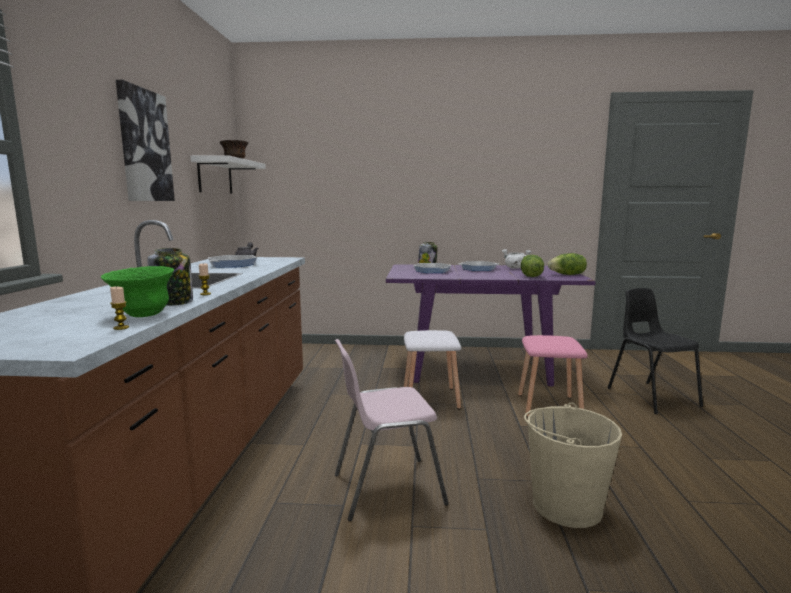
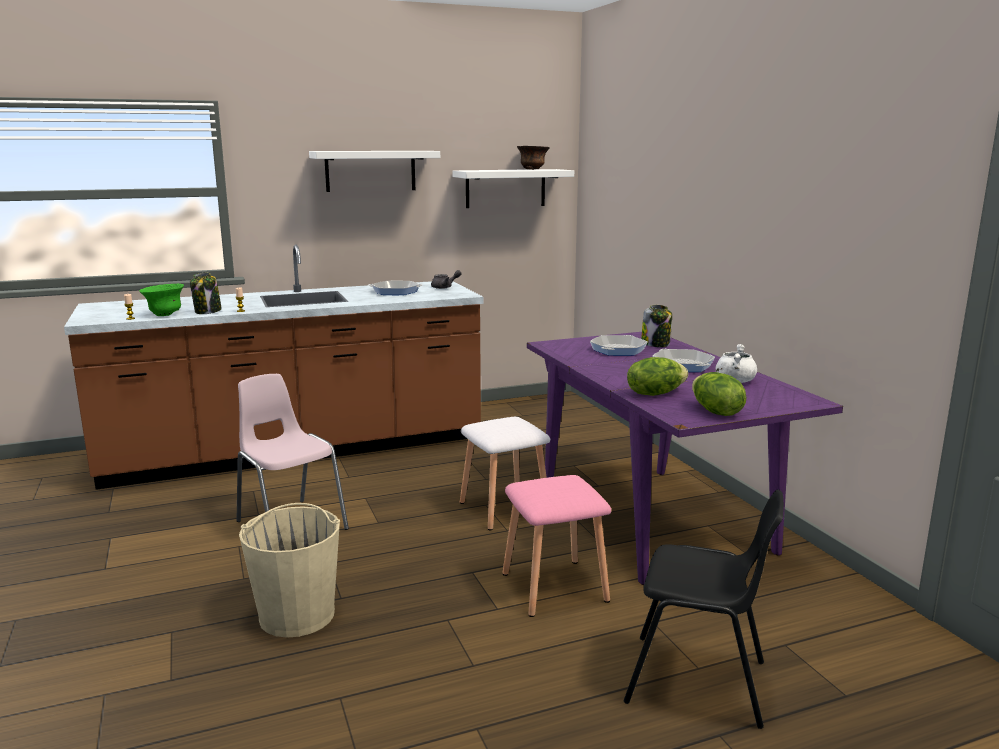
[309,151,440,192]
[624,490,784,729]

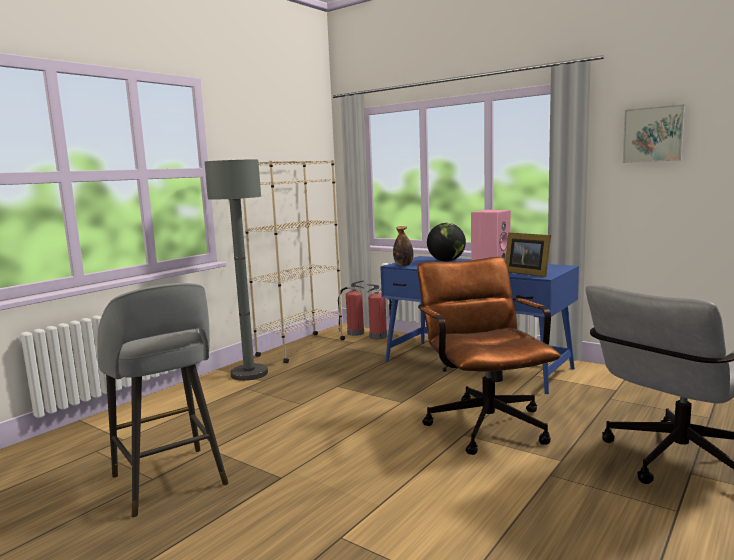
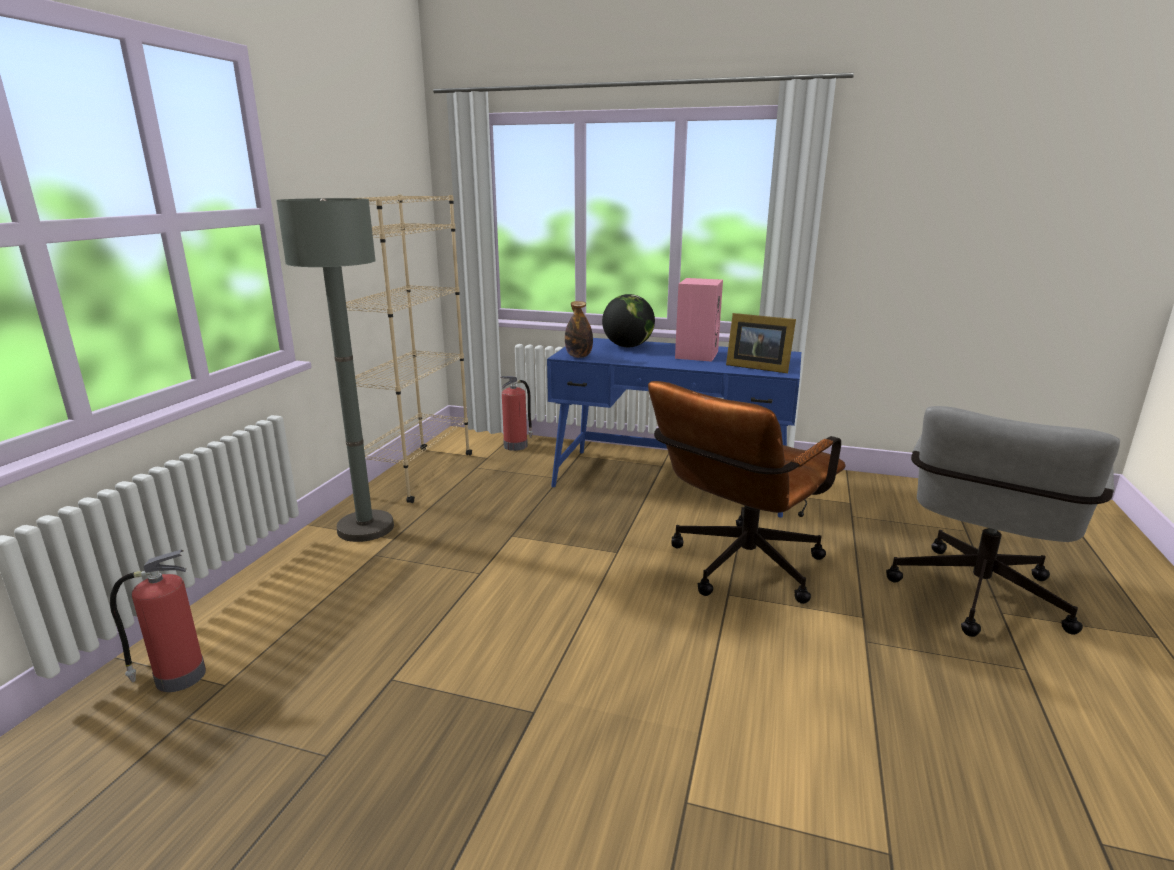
[110,550,206,692]
[648,381,846,604]
[97,283,228,517] (first image)
[623,104,685,163] (first image)

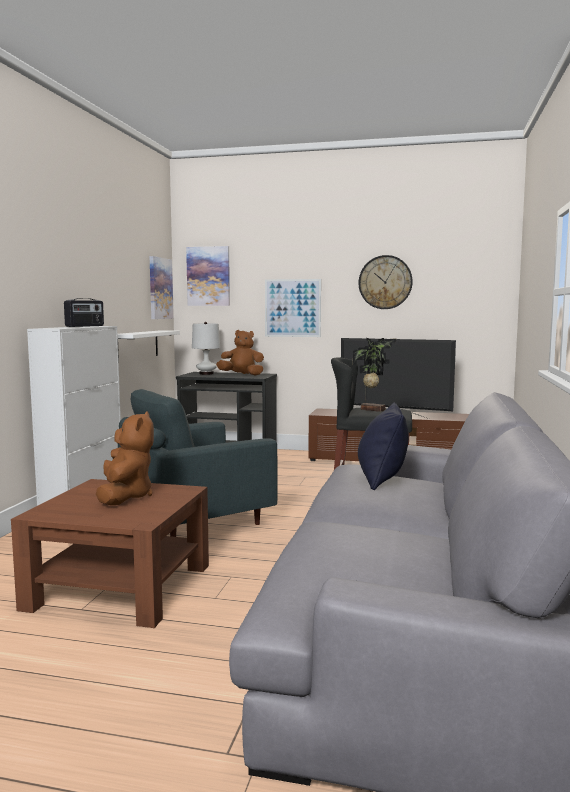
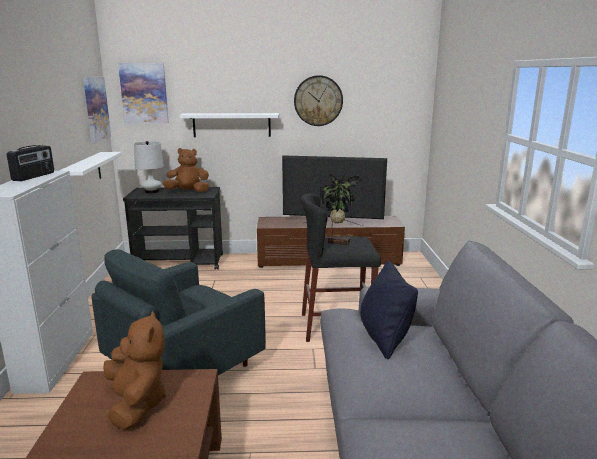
[180,113,279,137]

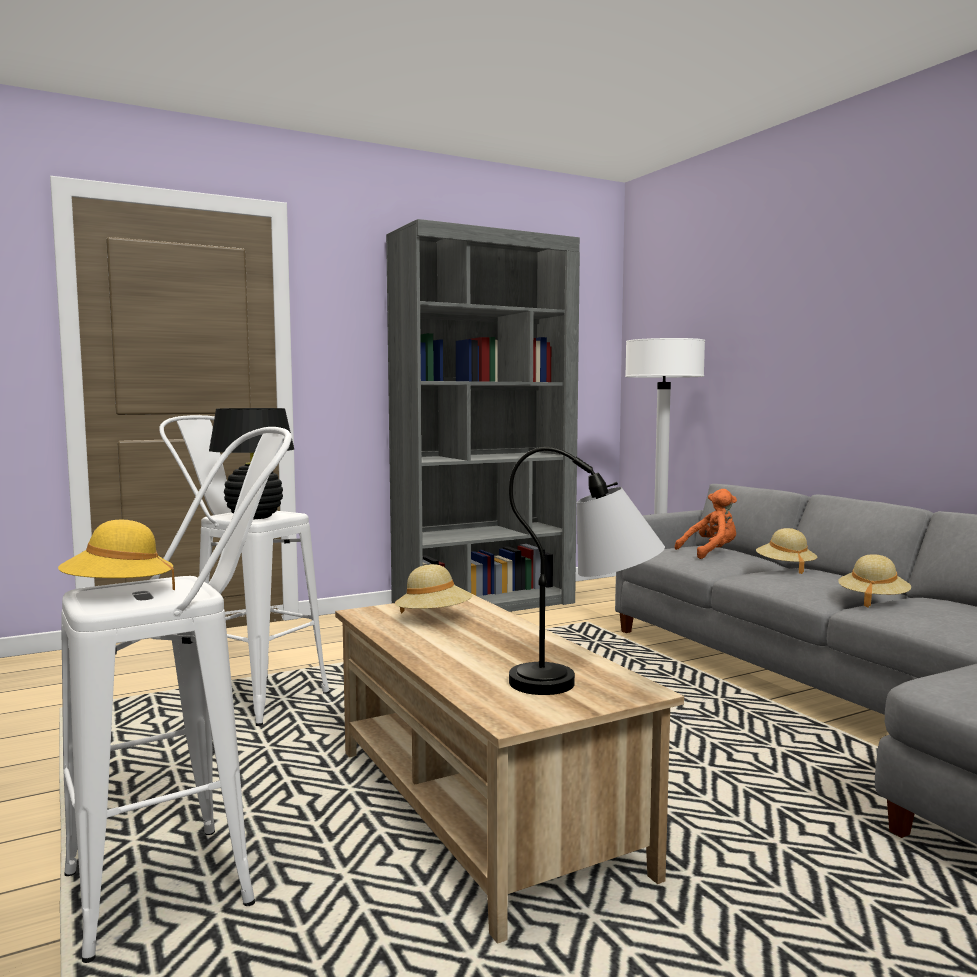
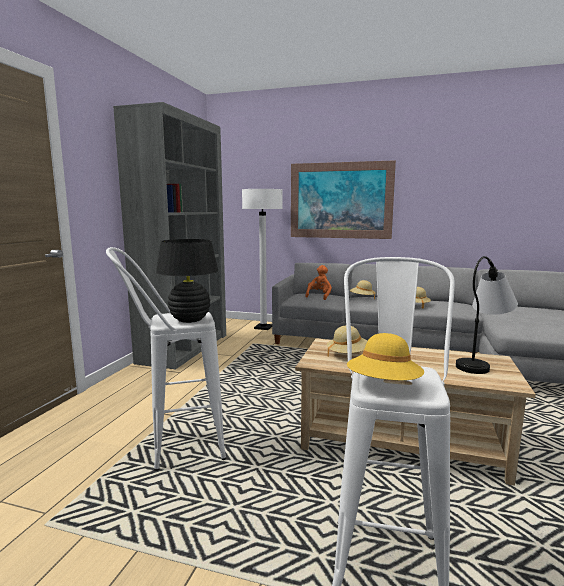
[291,160,396,239]

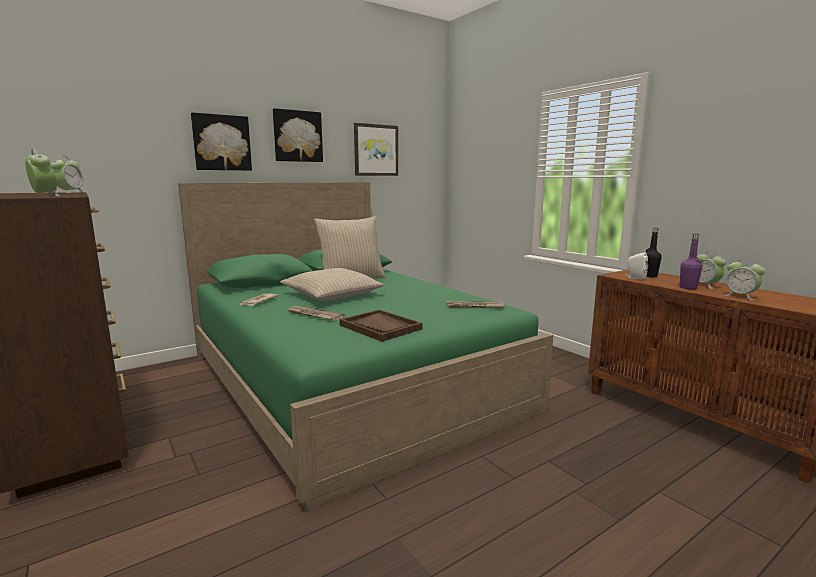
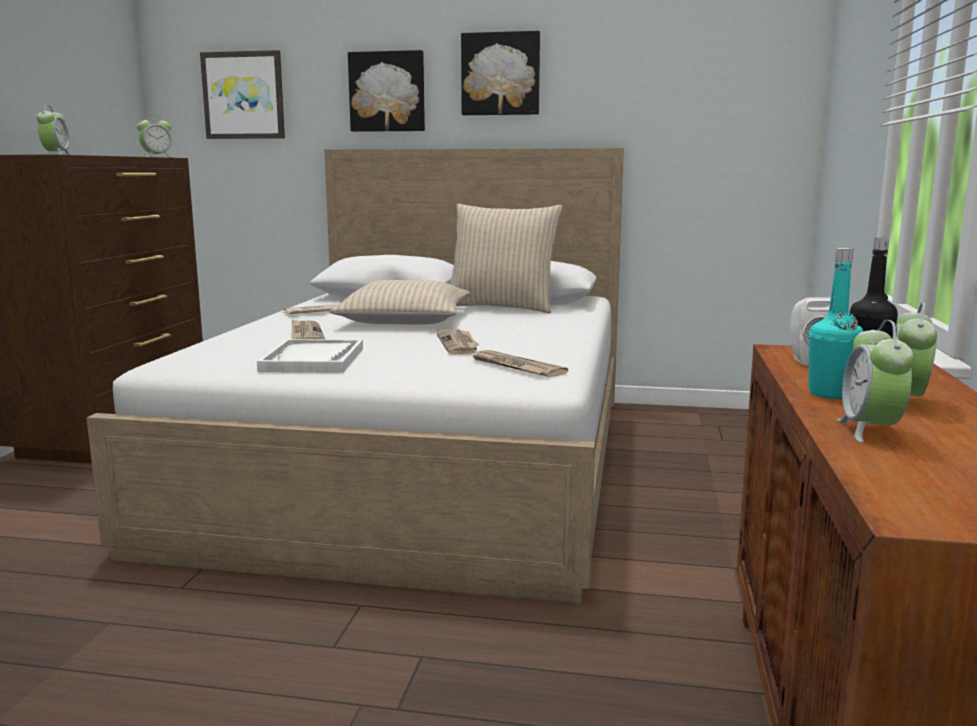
[86,148,624,604]
[200,50,285,139]
[257,339,363,373]
[437,330,479,354]
[809,248,864,399]

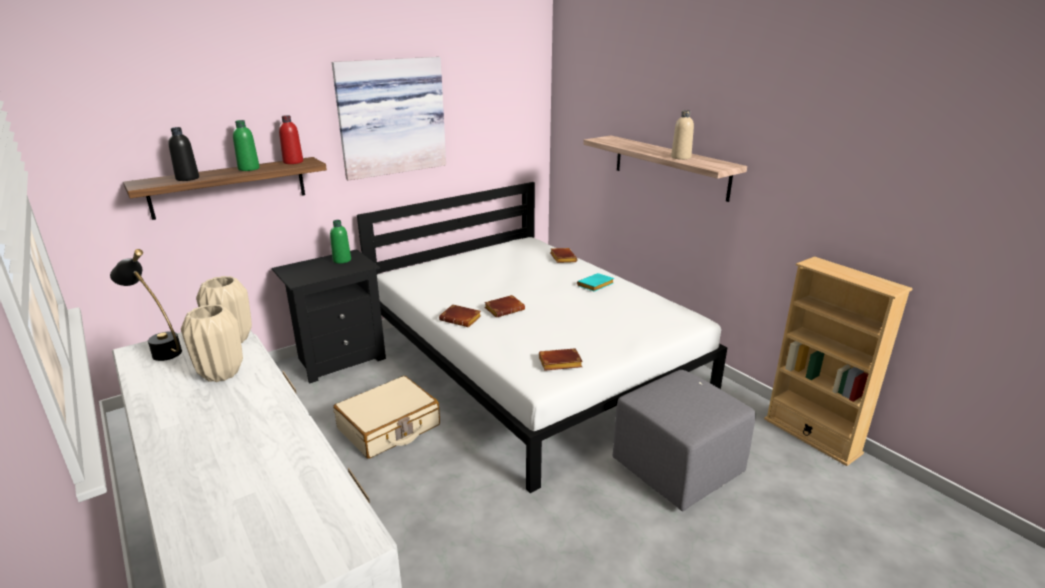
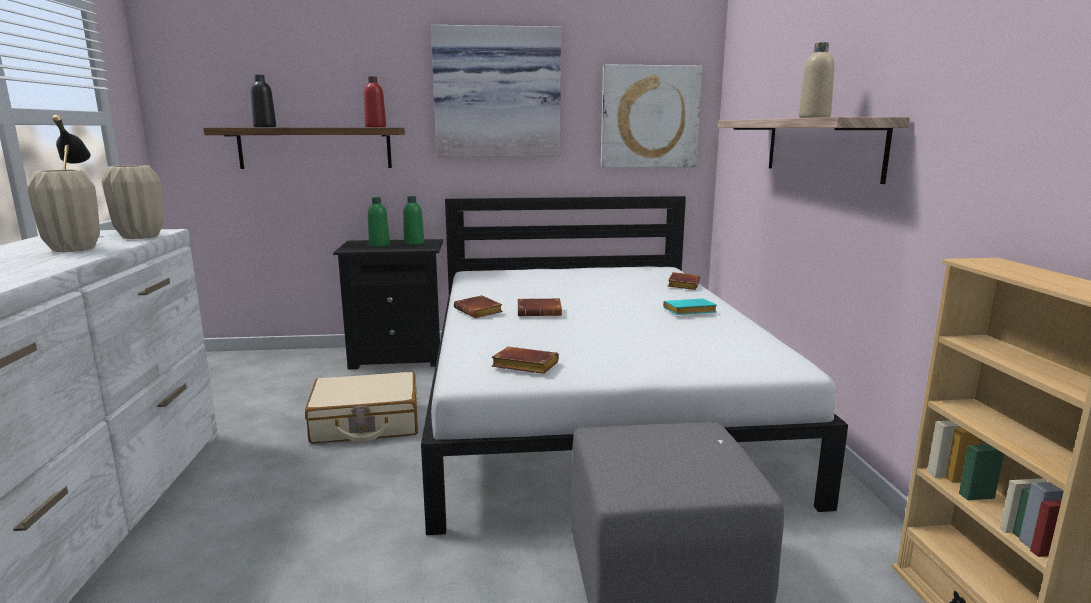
[368,197,390,247]
[601,65,702,168]

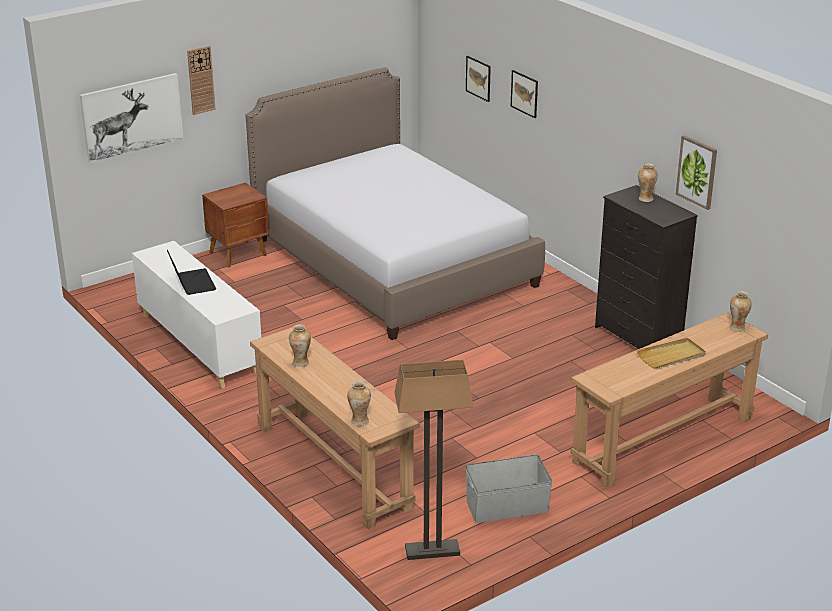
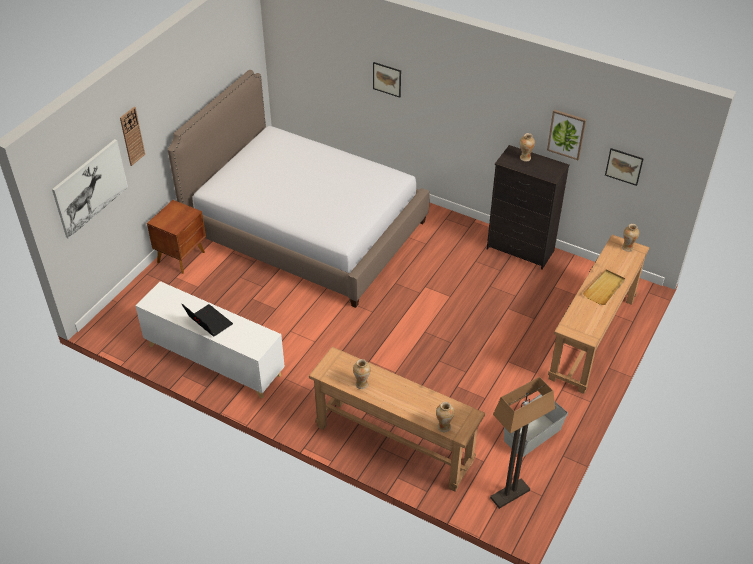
[605,148,644,186]

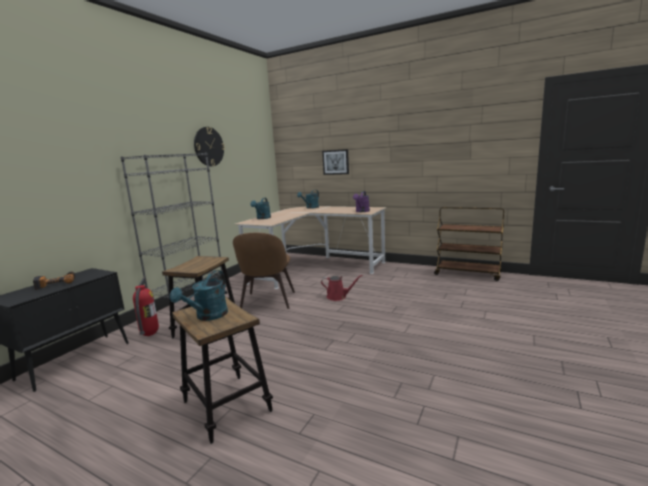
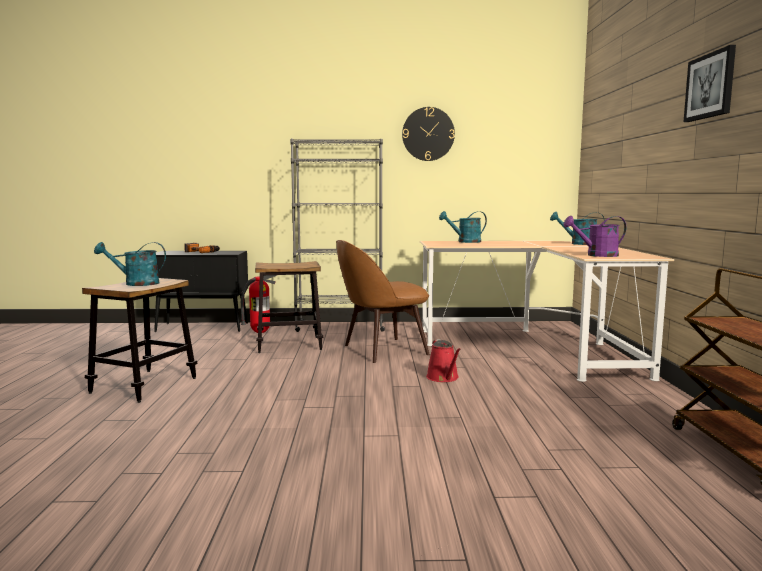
[684,45,736,122]

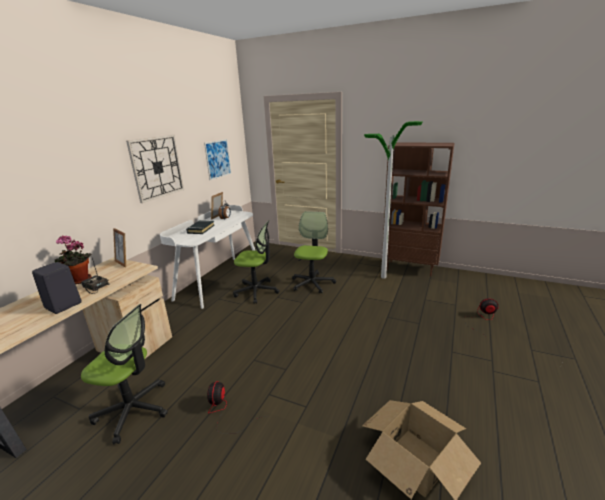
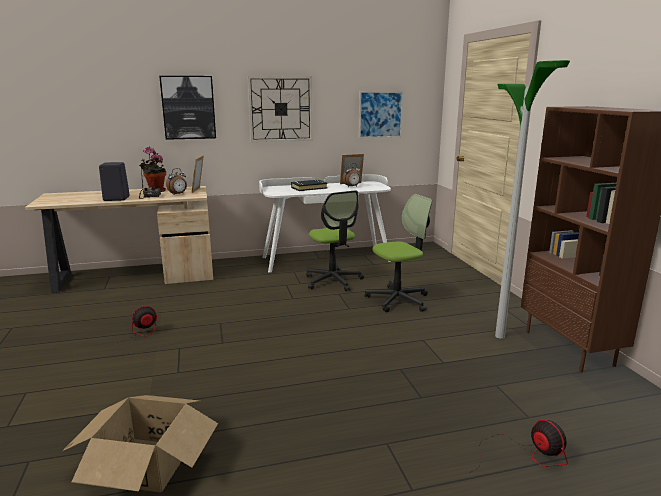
[159,76,216,140]
[166,168,187,194]
[81,304,168,444] (first image)

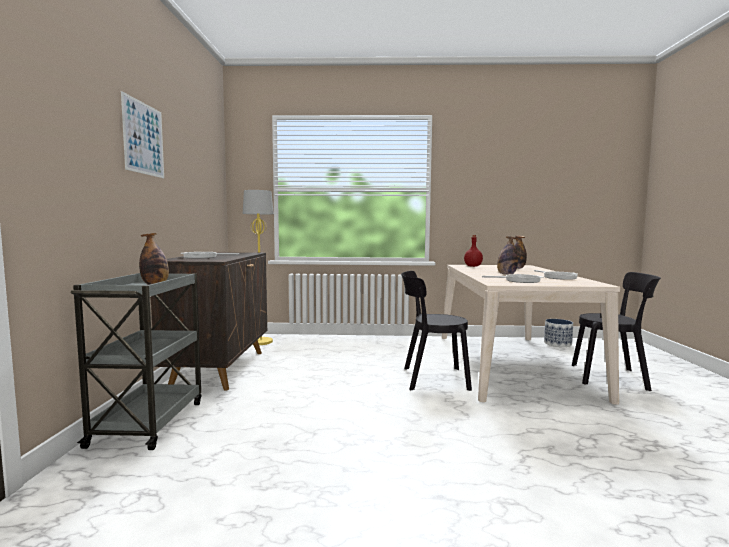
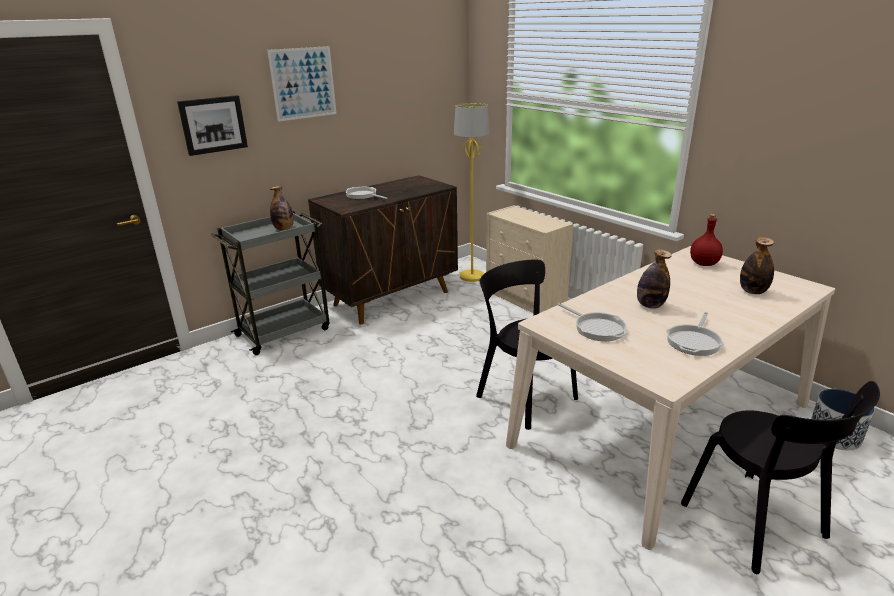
[177,95,248,156]
[486,205,574,314]

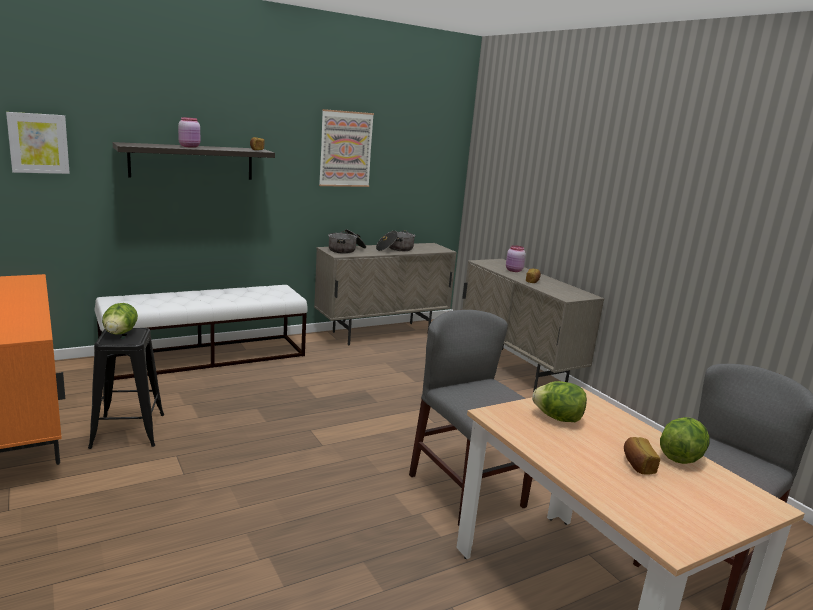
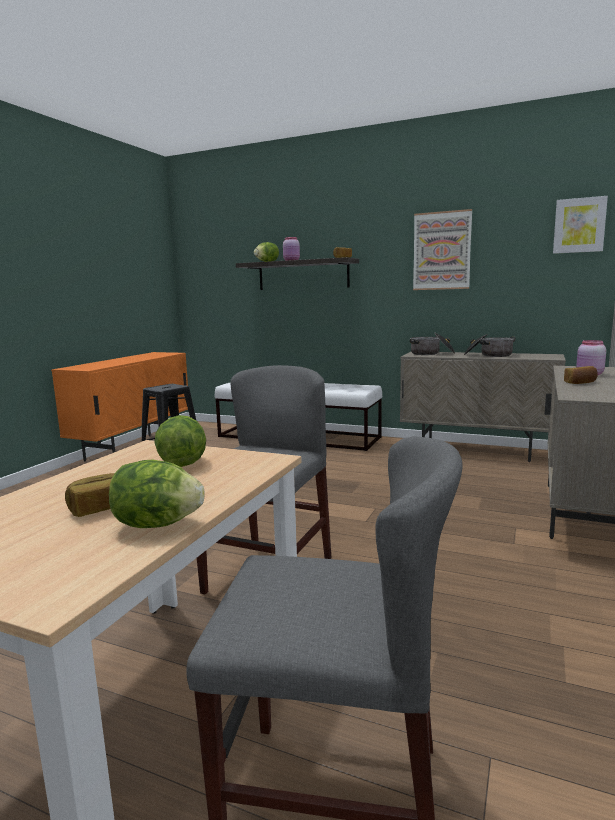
[254,242,279,262]
[553,196,608,254]

